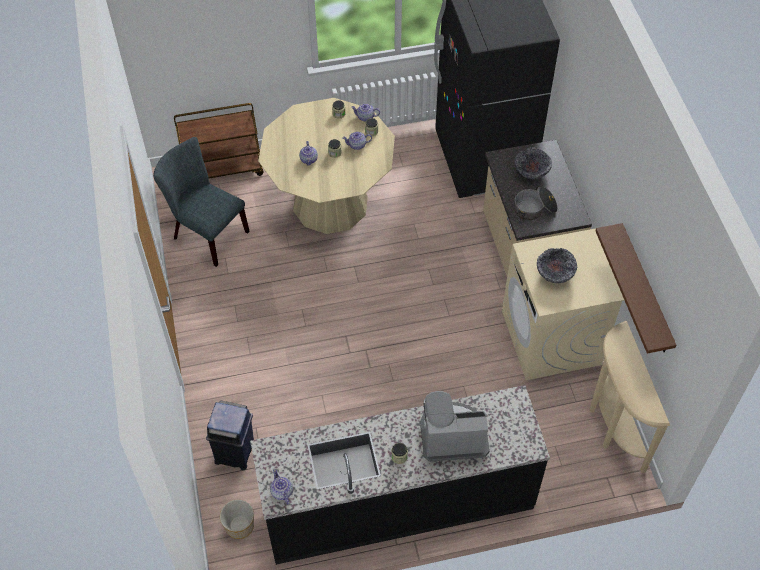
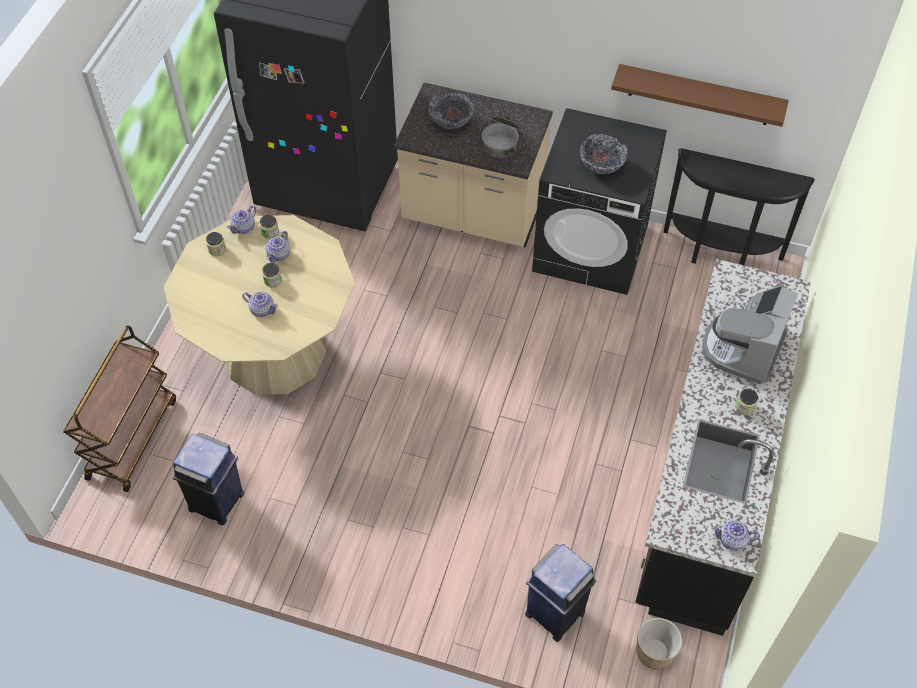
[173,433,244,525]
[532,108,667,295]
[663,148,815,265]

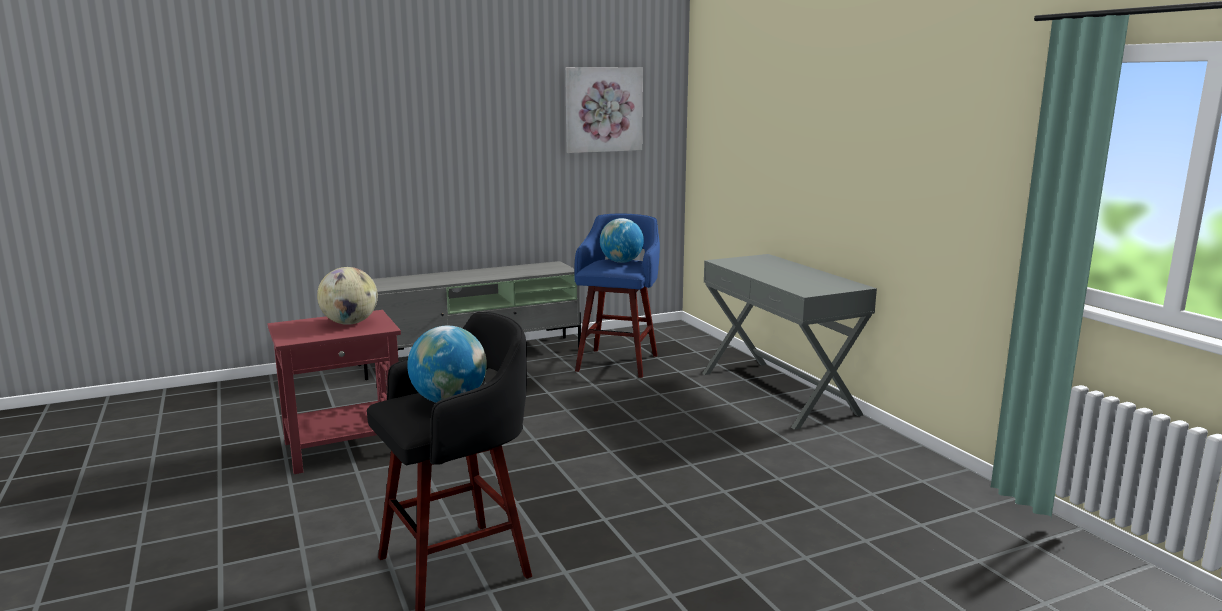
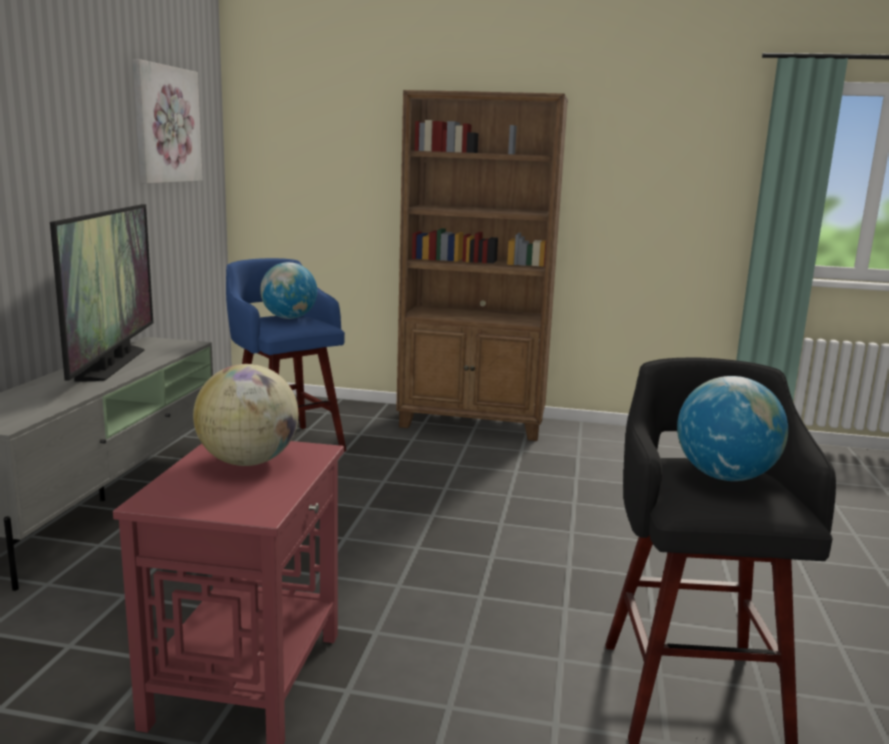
[50,204,153,382]
[396,90,568,441]

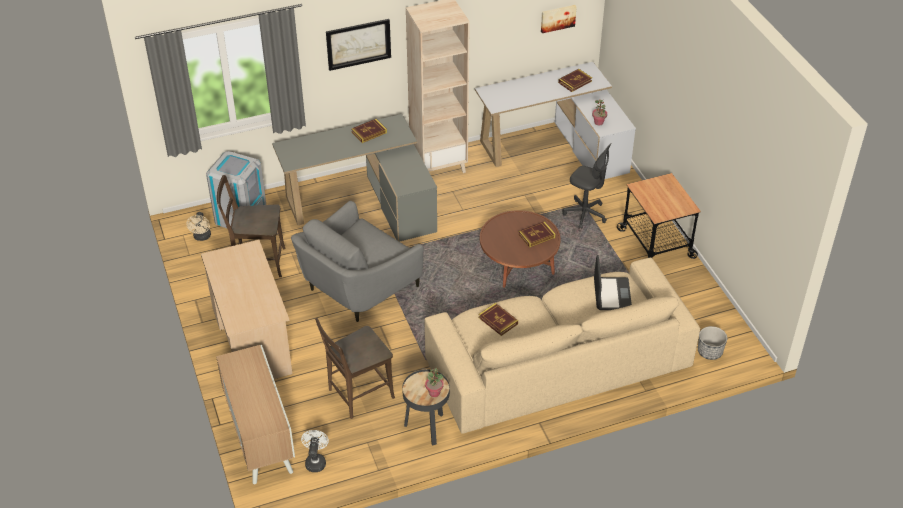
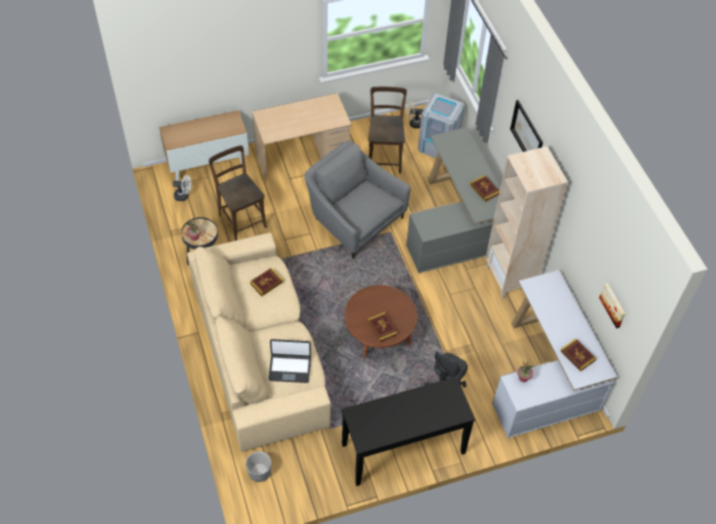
[342,377,475,486]

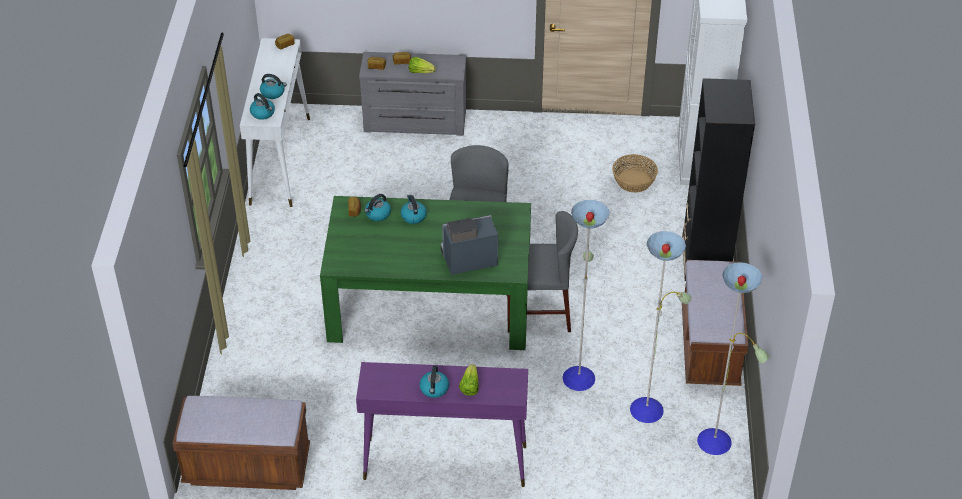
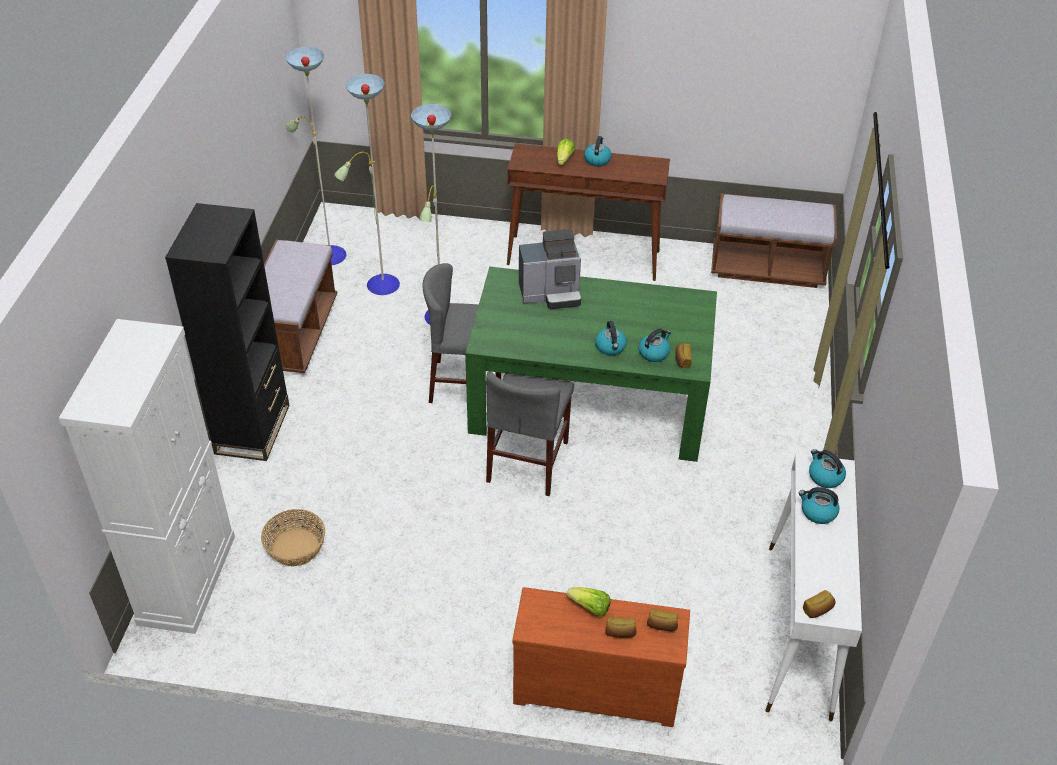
[507,143,670,281]
[512,587,690,727]

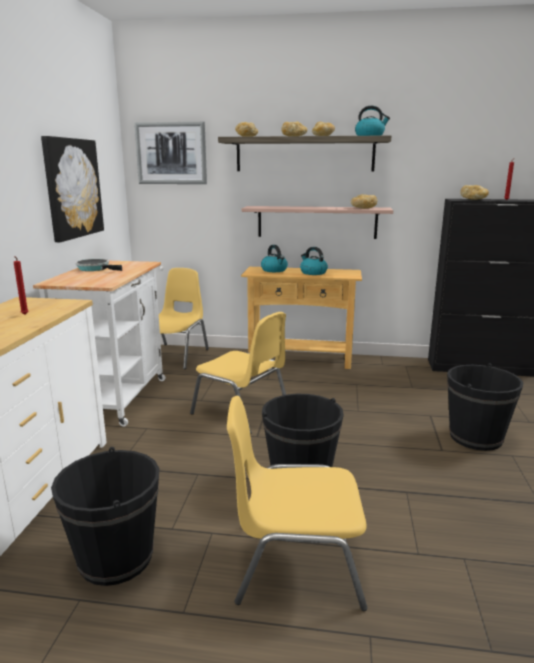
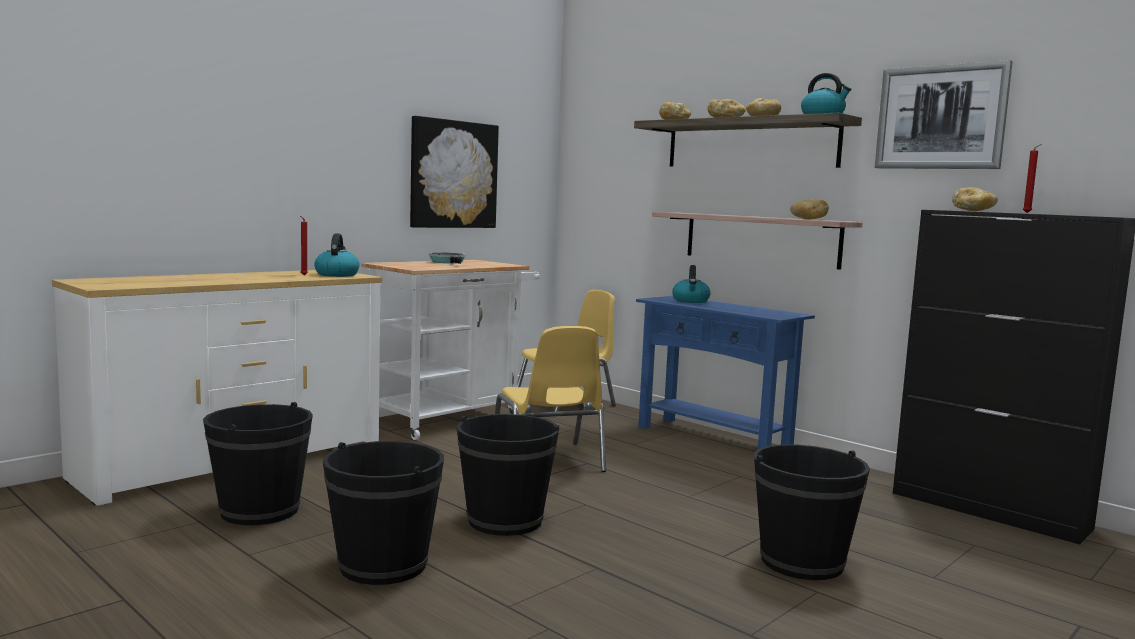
[314,233,360,277]
[323,441,444,585]
[636,296,815,449]
[875,60,1013,169]

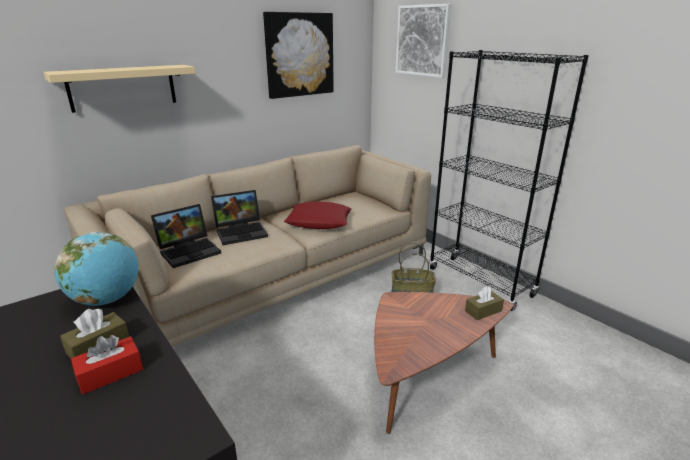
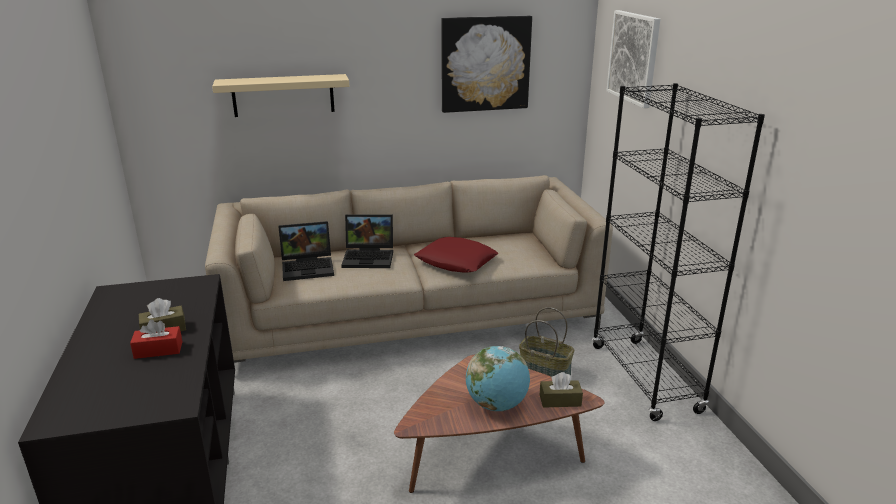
[466,346,530,411]

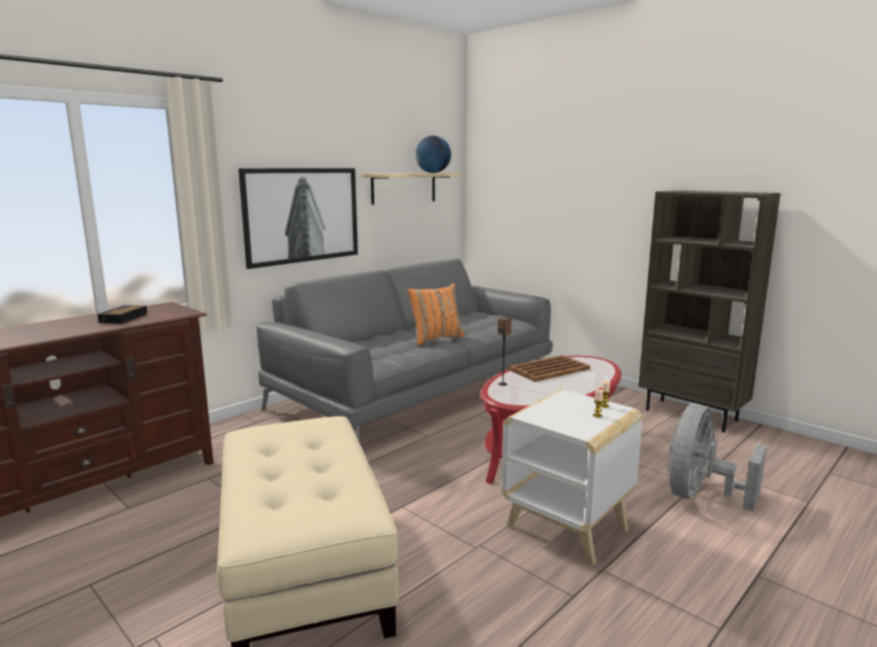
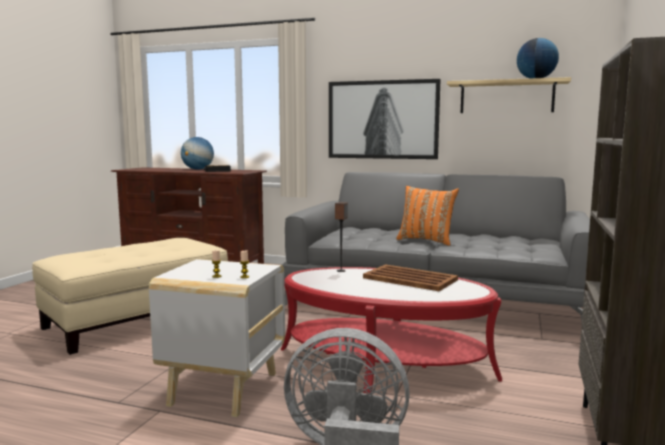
[181,137,214,170]

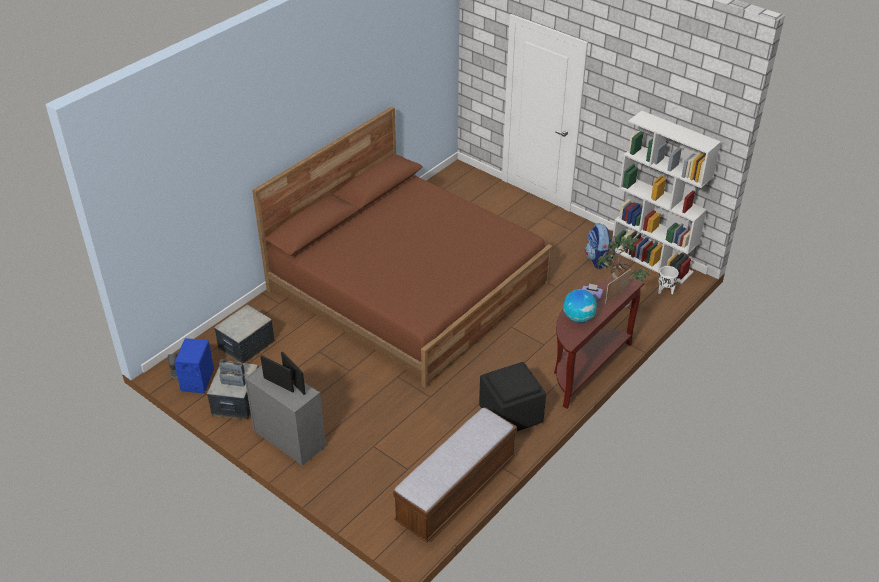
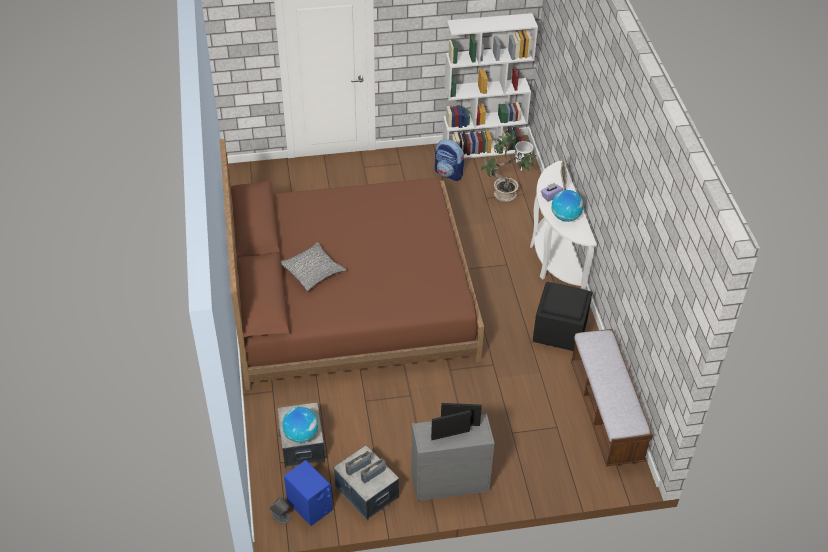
[281,242,346,291]
[283,407,318,443]
[530,161,597,290]

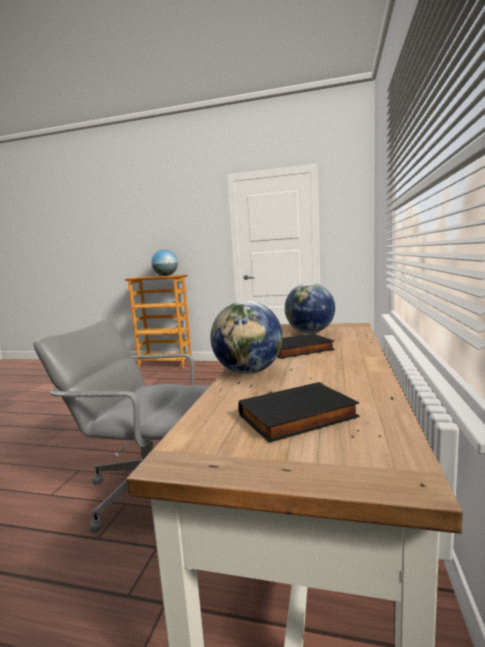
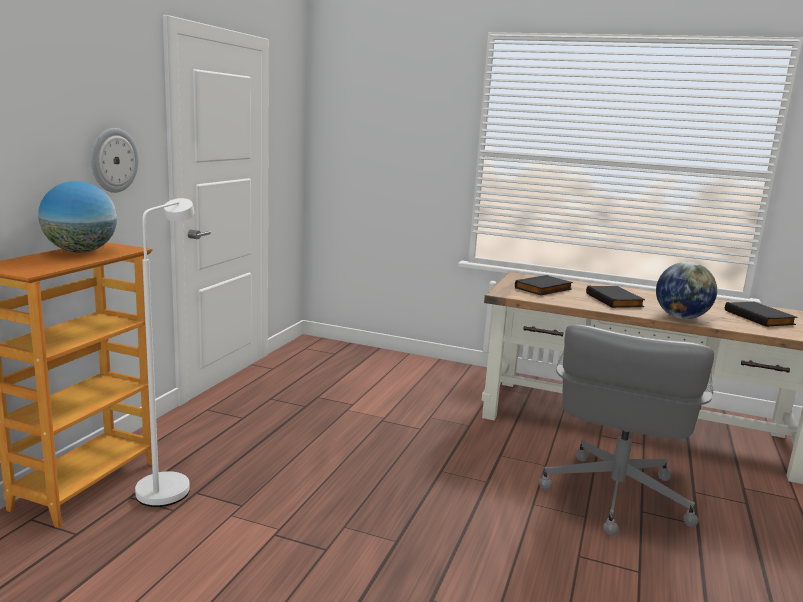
[91,128,139,193]
[135,198,195,507]
[515,275,573,295]

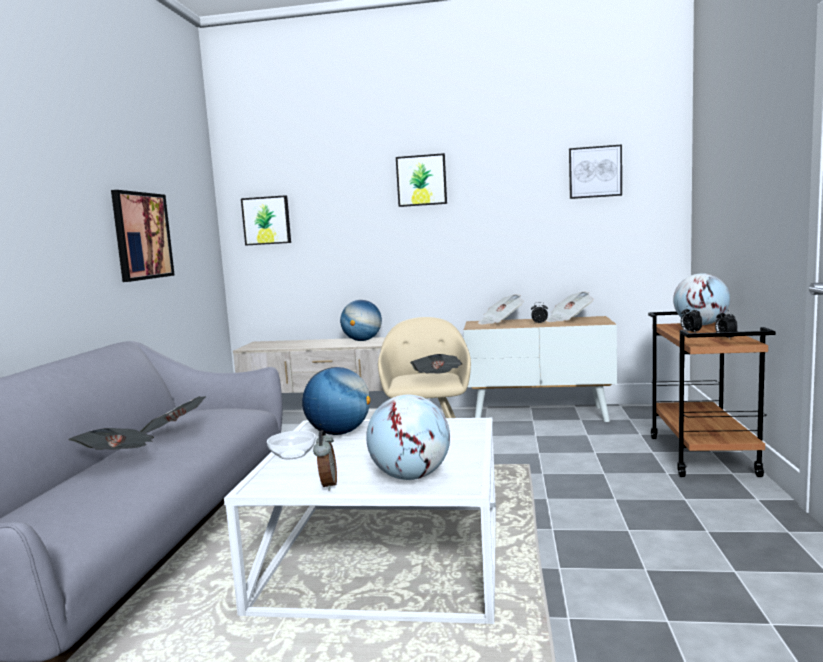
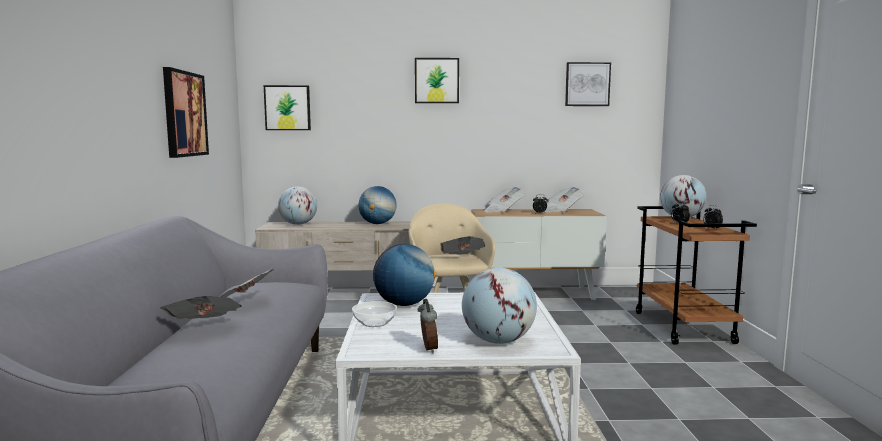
[278,186,317,225]

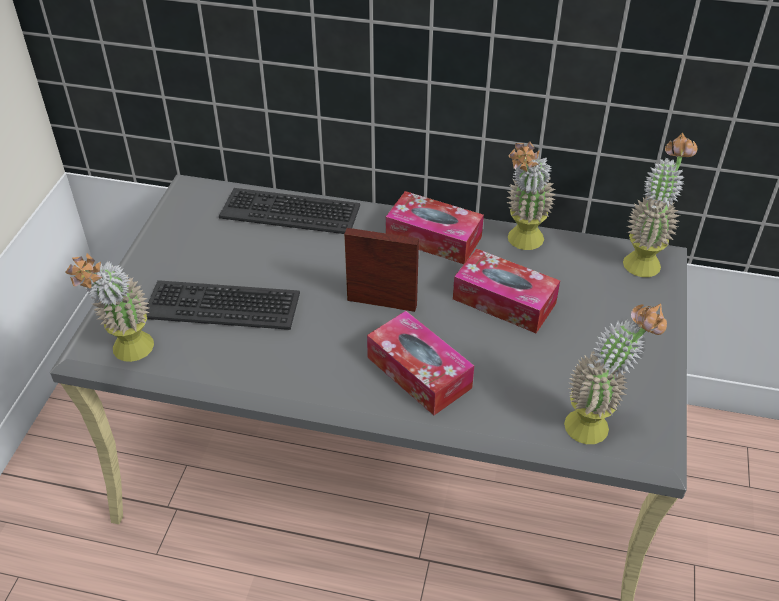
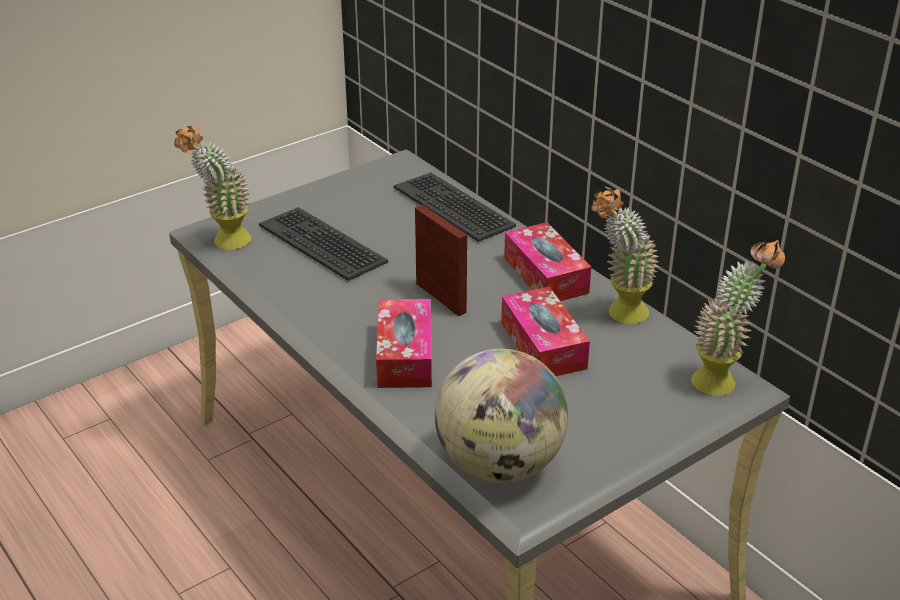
[435,349,568,483]

